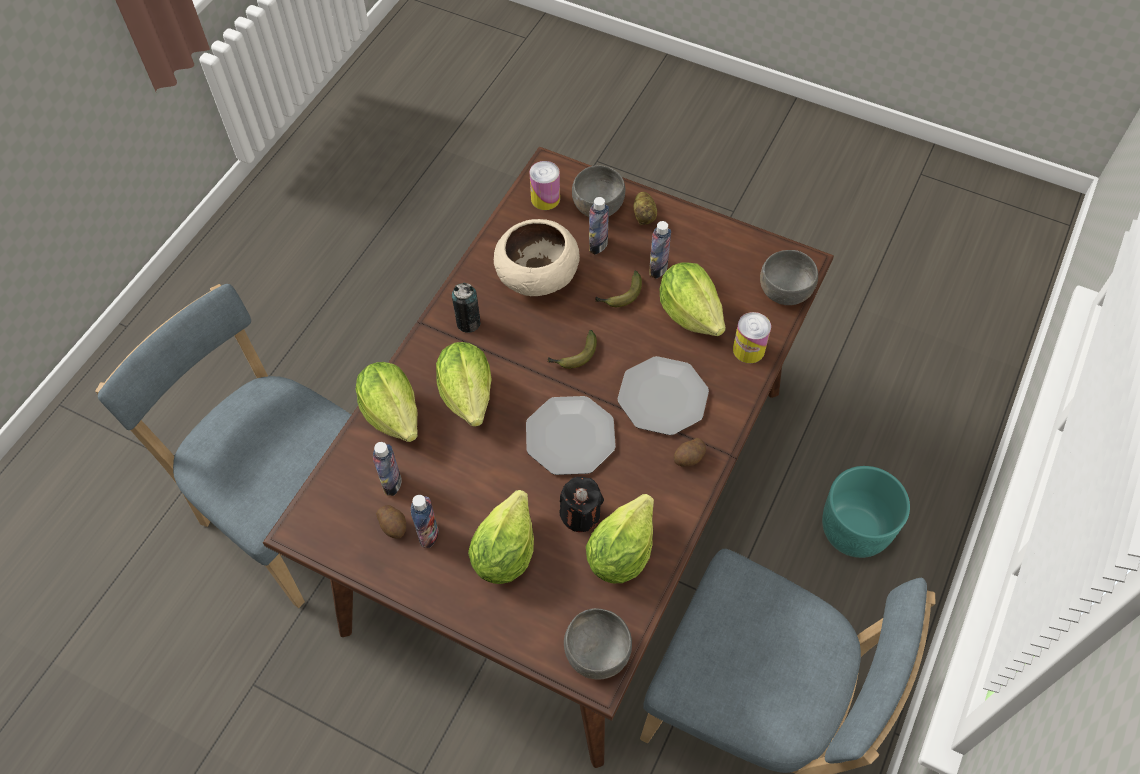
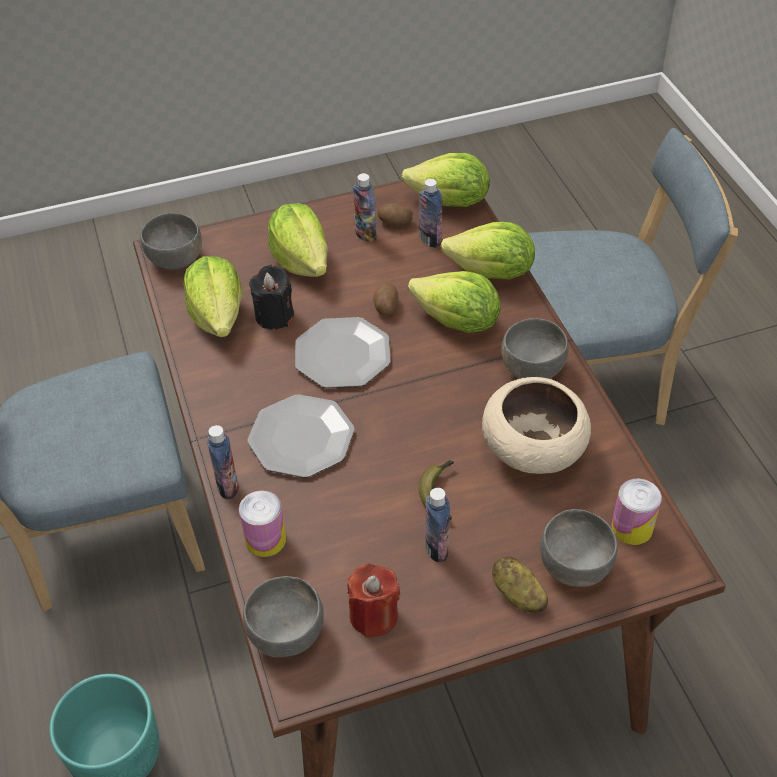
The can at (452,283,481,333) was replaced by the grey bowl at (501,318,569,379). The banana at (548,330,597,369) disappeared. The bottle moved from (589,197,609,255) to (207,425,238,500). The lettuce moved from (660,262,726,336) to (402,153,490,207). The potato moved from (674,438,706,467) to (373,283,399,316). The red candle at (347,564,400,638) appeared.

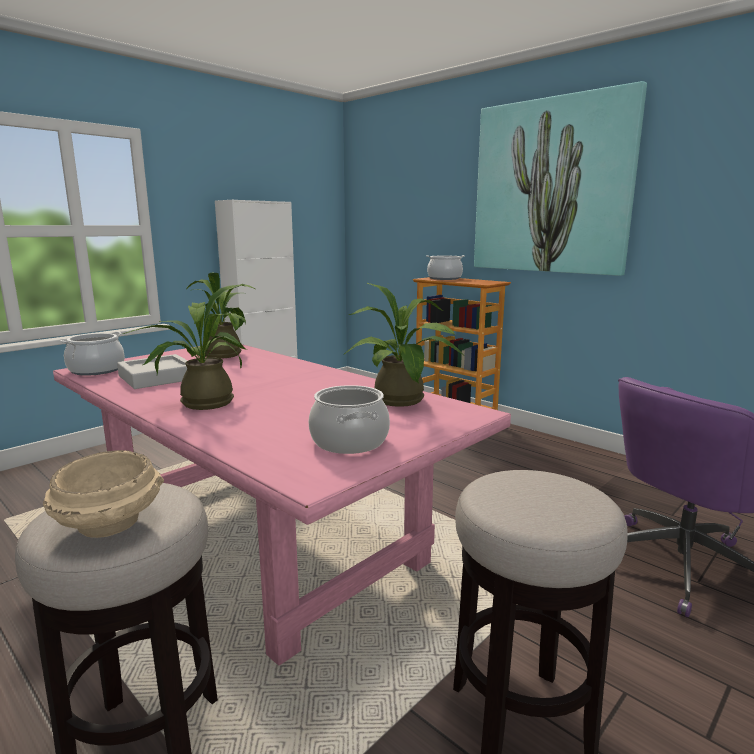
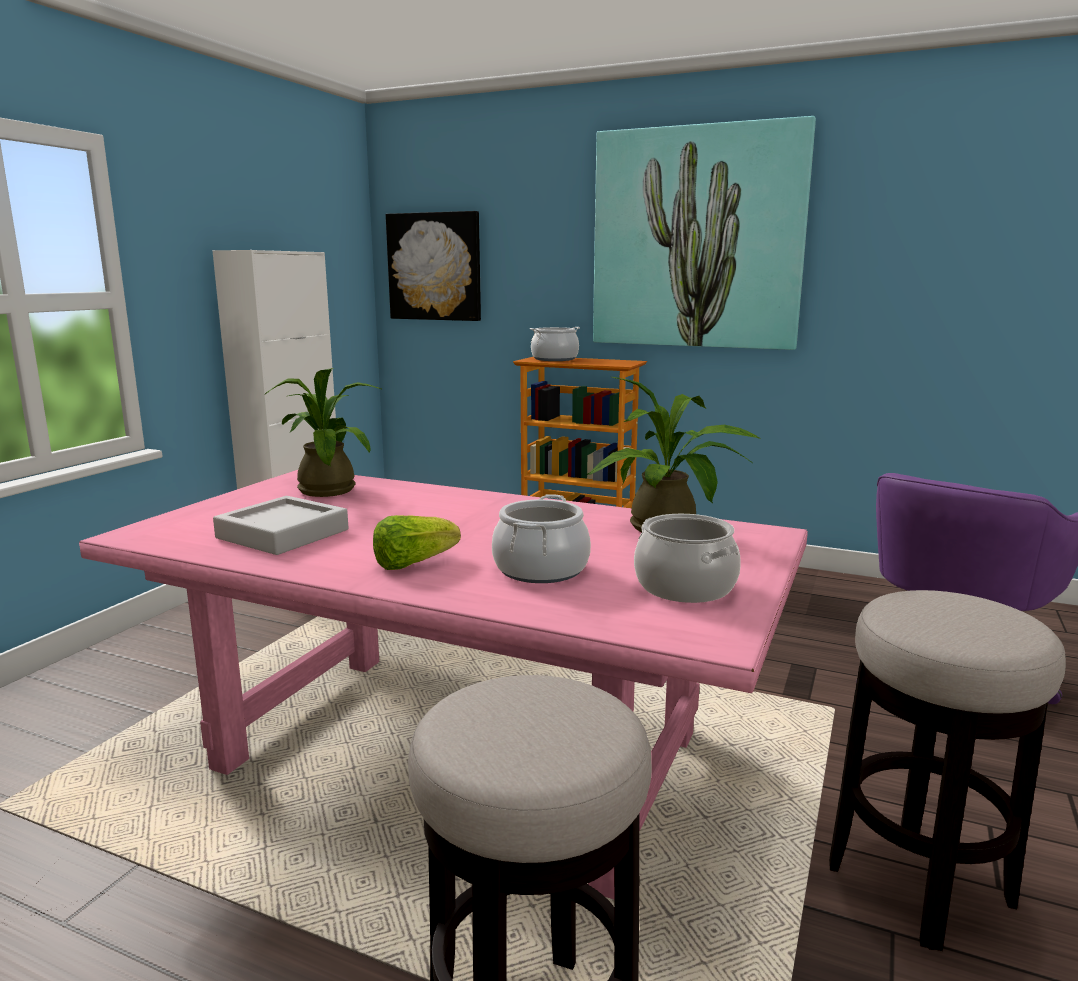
The beige bowl at (43,450,164,538) disappeared. The cooking pot moved from (60,332,125,376) to (492,494,591,583). The potted plant at (123,284,247,410) was replaced by the lettuce at (373,515,461,570). The picture at (386,211,481,321) appeared.

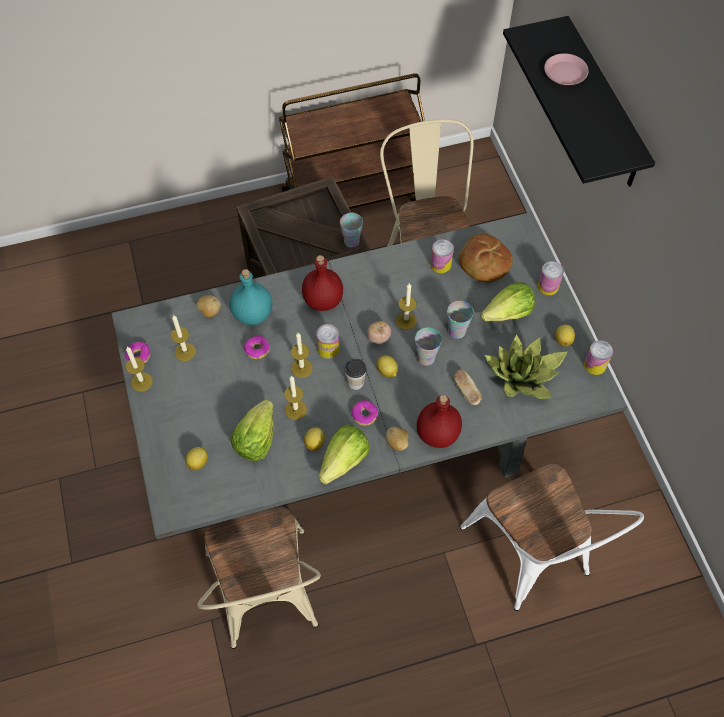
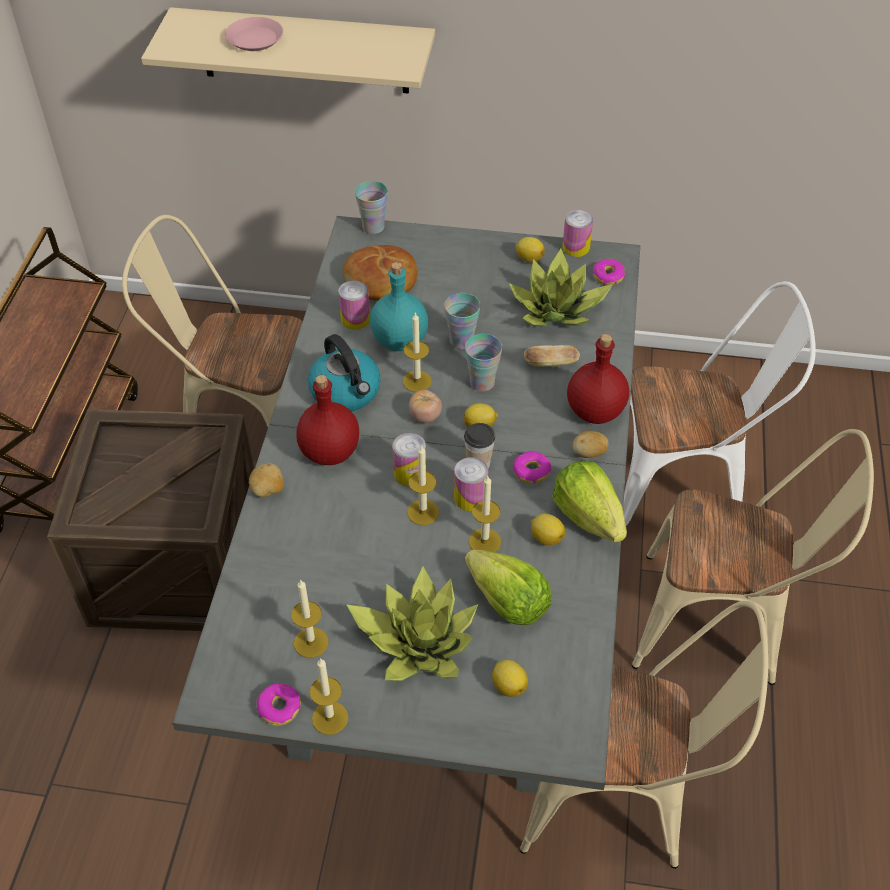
The potato moved from (196,295,221,317) to (249,463,284,497). The turquoise bottle moved from (230,269,272,325) to (370,262,429,351). The donut moved from (244,336,270,359) to (593,259,625,285). The cup moved from (340,213,363,247) to (355,181,388,234). The lettuce at (480,282,535,321) disappeared. The black shelf at (503,16,655,187) became the beige shelf at (141,7,435,94). The can moved from (537,261,564,295) to (454,457,488,511). The kettle at (308,334,381,411) appeared. The potted plant at (347,566,478,681) appeared. The beige chair at (632,429,874,685) appeared.

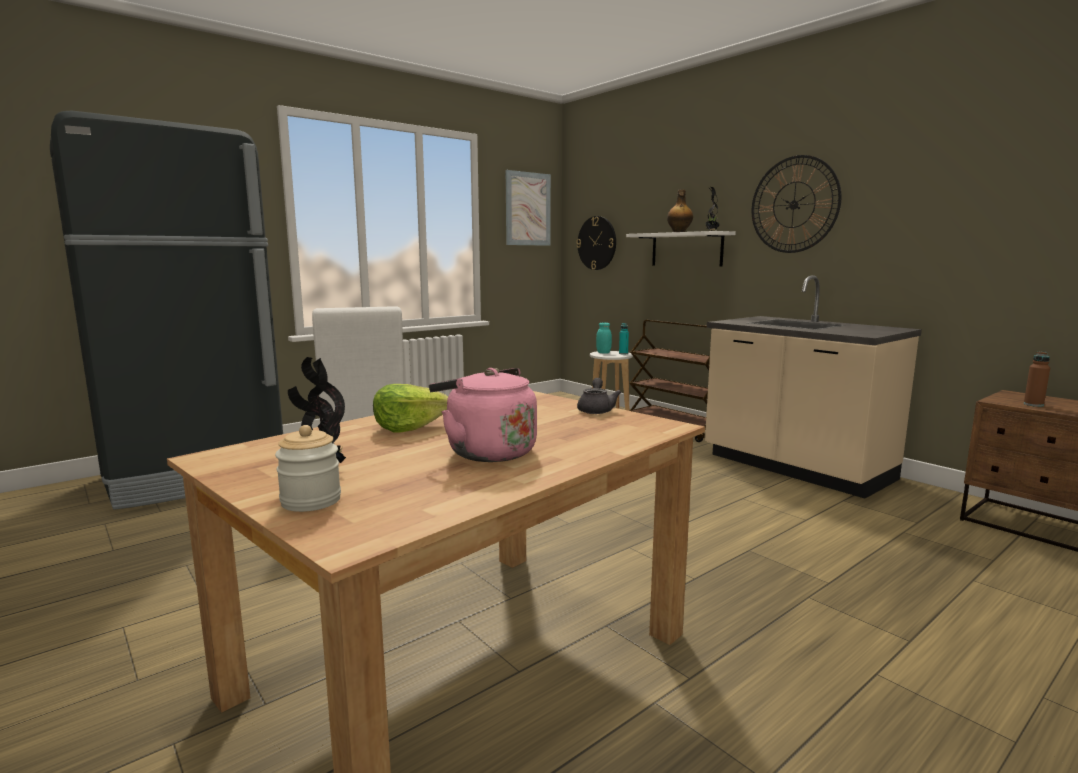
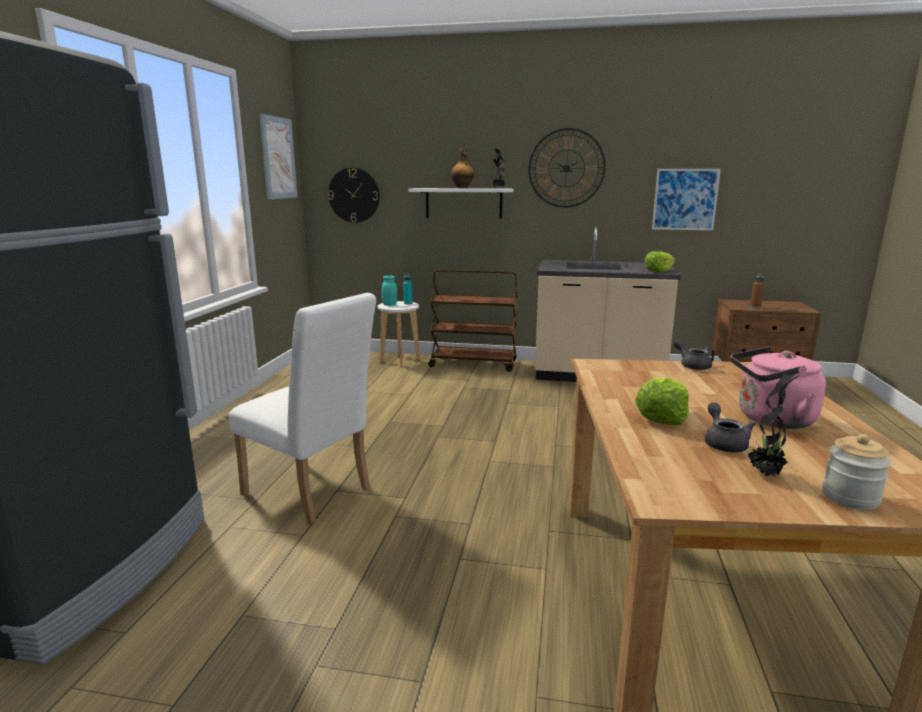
The lettuce at (644,251,675,272) appeared. The picture at (652,169,721,230) appeared. The grey teapot at (705,402,756,452) appeared.

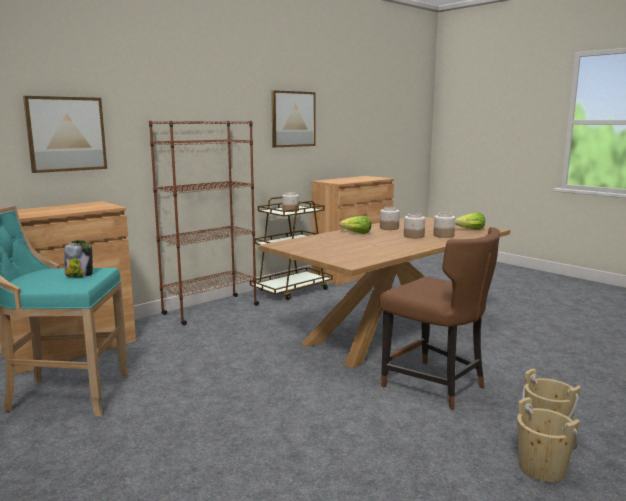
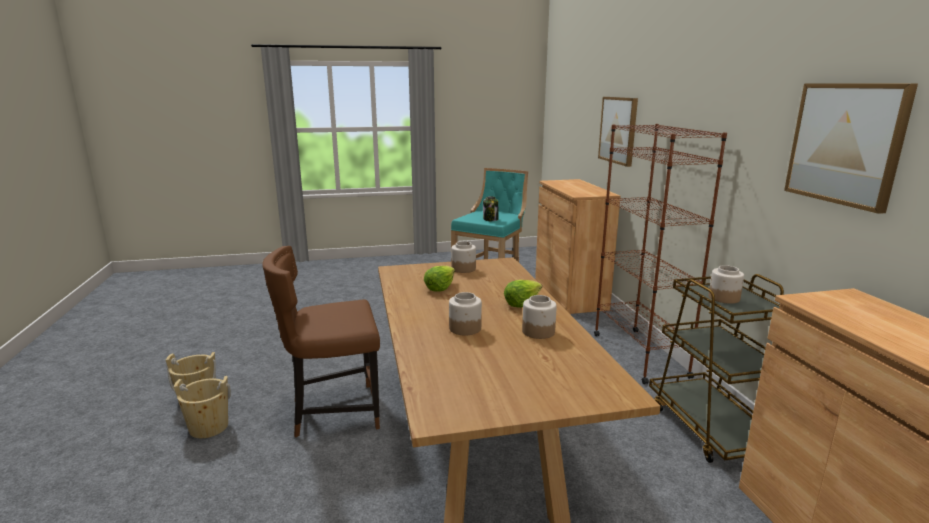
The jar moved from (433,213,455,238) to (451,241,476,273). The lettuce moved from (455,213,485,230) to (424,266,455,292).

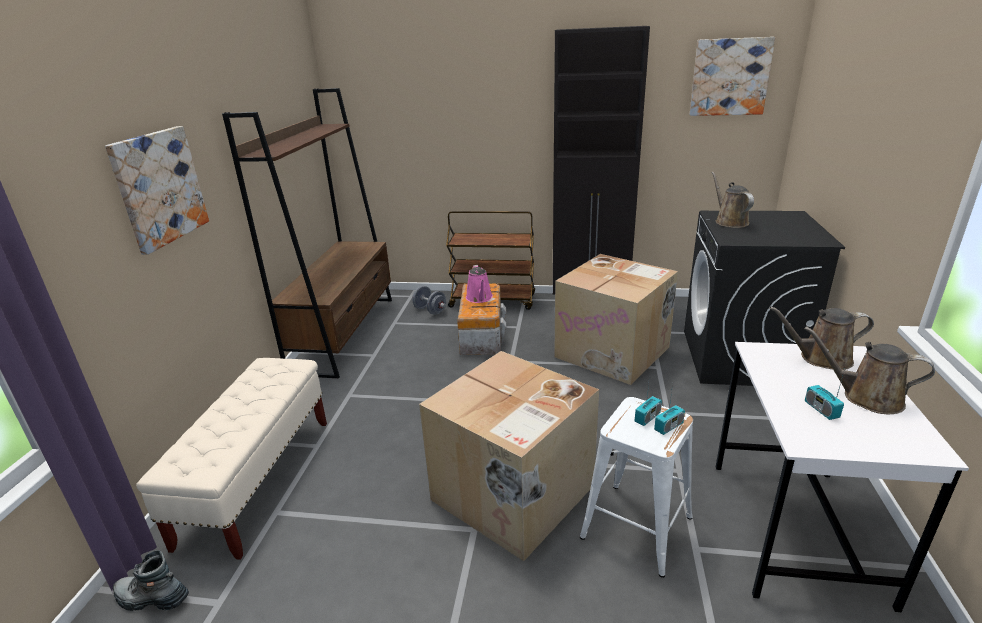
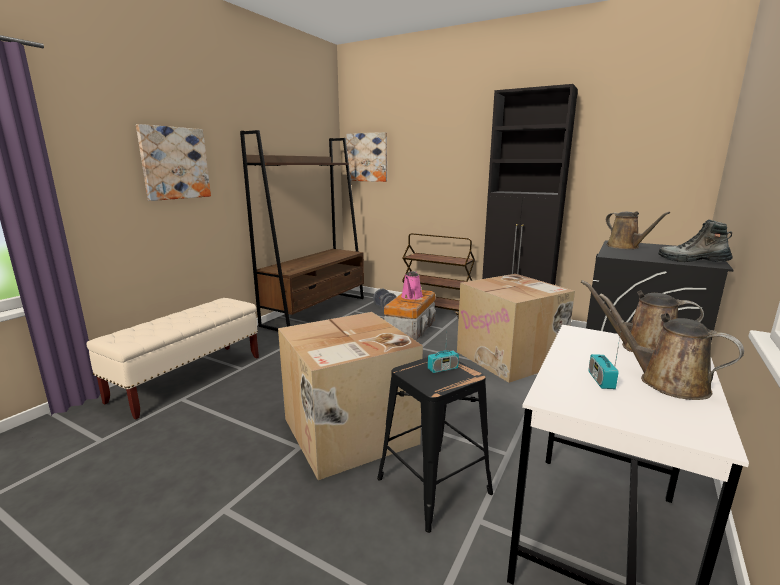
The boot moved from (113,550,189,611) to (658,220,733,262). The white stool at (580,397,693,578) became the black stool at (377,357,493,533). The radio at (654,383,685,435) disappeared. The picture moved from (690,37,776,116) to (346,132,387,182). The brown watering can at (711,172,754,228) turned 150 degrees clockwise.

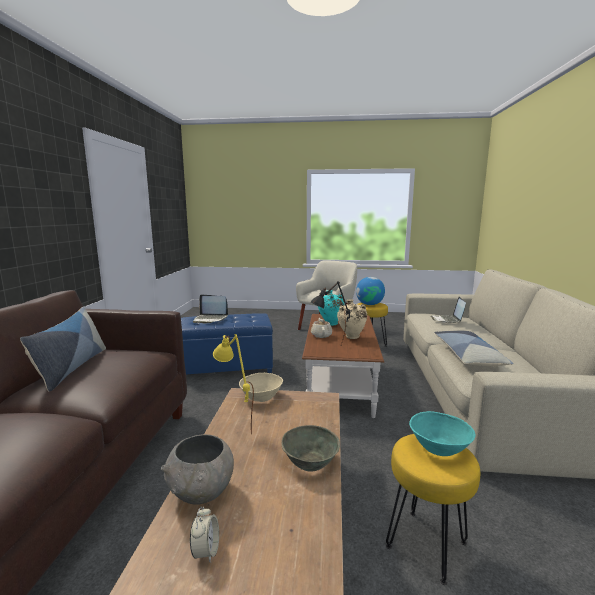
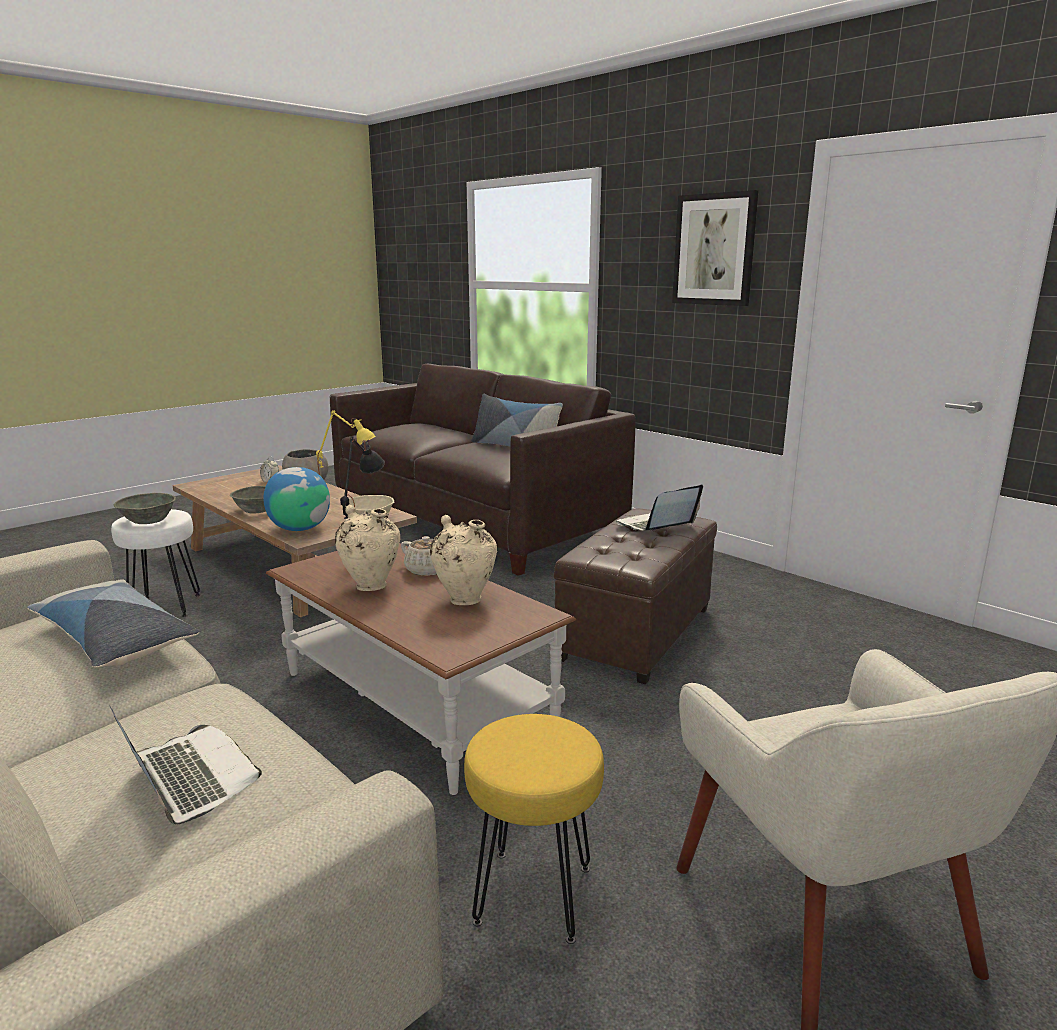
The blue ottoman at (181,313,273,374) became the brown ottoman at (554,508,717,685). The turquoise vase at (318,290,344,326) became the beige vase at (430,515,498,605). The globe moved from (356,277,385,305) to (263,467,330,531). The yellow stool at (386,434,480,585) became the white stool at (111,509,200,617). The turquoise bowl at (409,411,475,456) became the grey bowl at (114,493,176,524). The picture at (672,190,758,306) appeared.

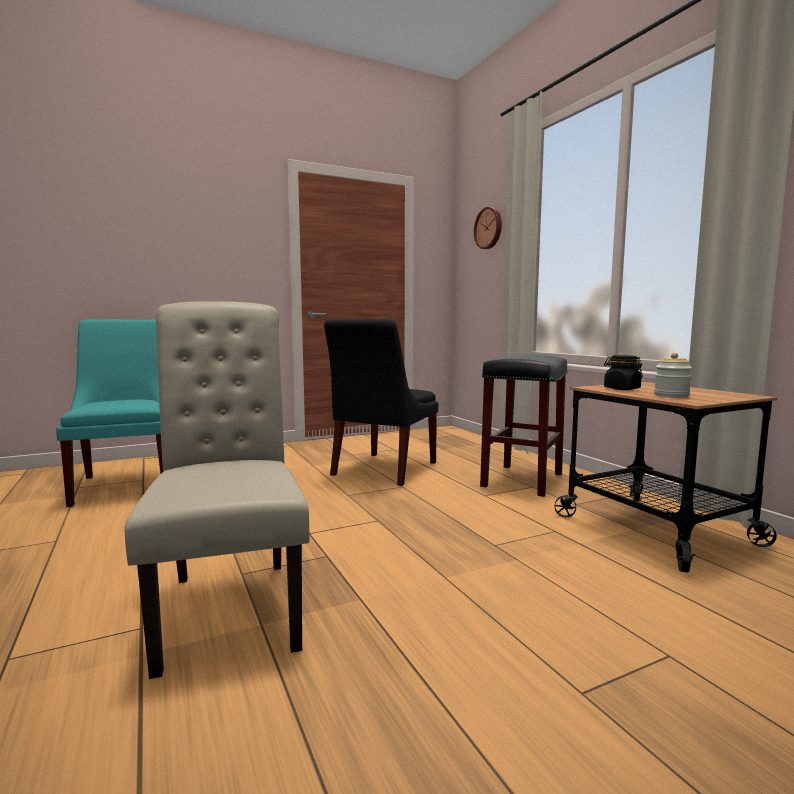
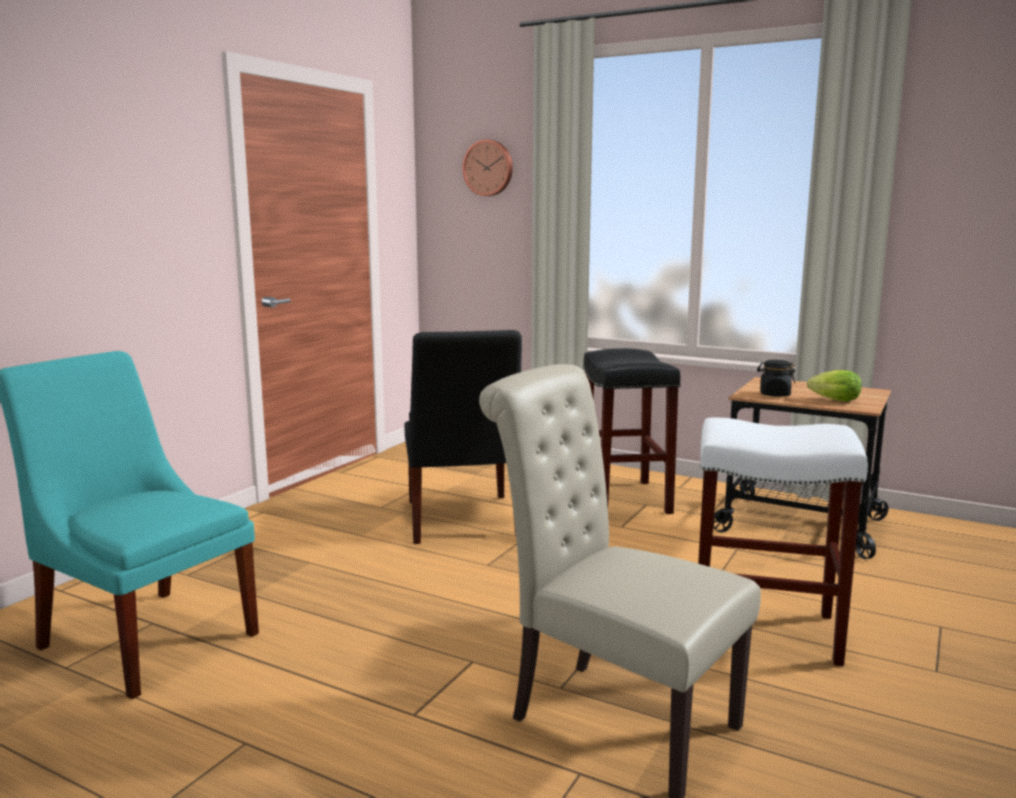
The jar at (654,353,692,398) was replaced by the lettuce at (807,370,862,402). The white stool at (698,417,868,666) appeared.

